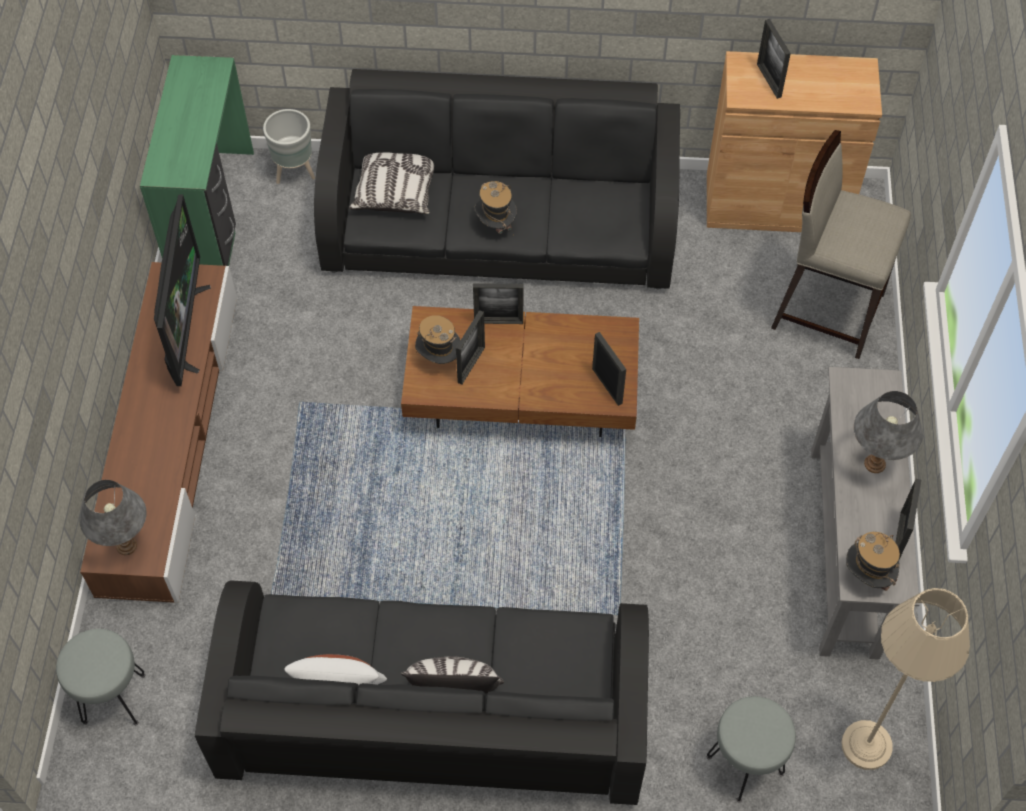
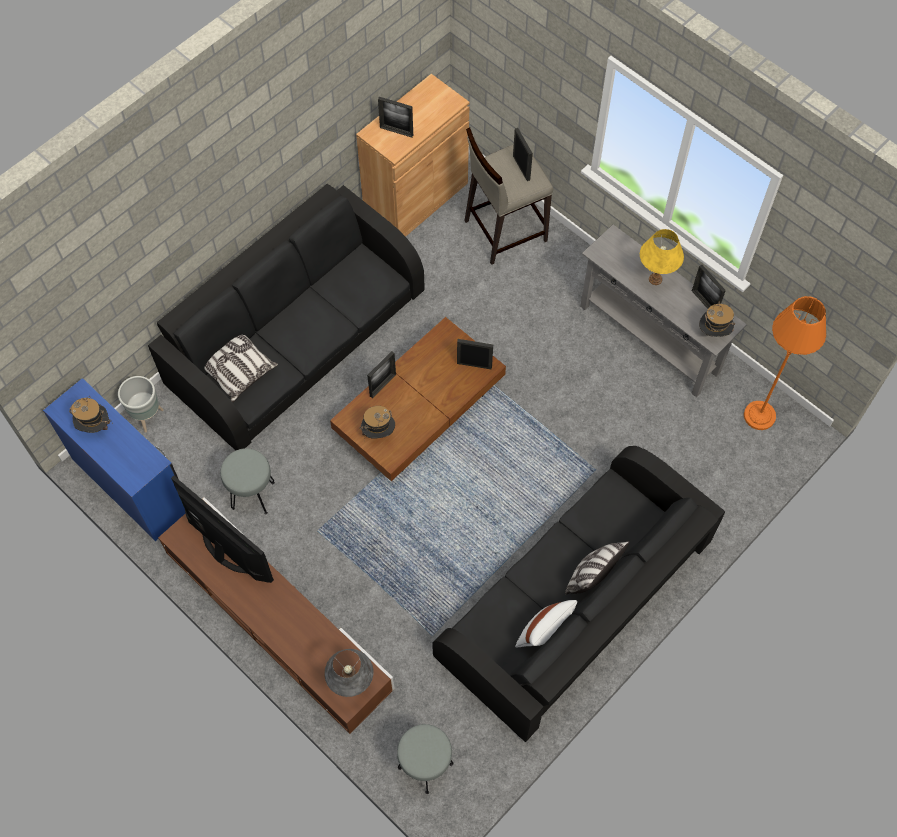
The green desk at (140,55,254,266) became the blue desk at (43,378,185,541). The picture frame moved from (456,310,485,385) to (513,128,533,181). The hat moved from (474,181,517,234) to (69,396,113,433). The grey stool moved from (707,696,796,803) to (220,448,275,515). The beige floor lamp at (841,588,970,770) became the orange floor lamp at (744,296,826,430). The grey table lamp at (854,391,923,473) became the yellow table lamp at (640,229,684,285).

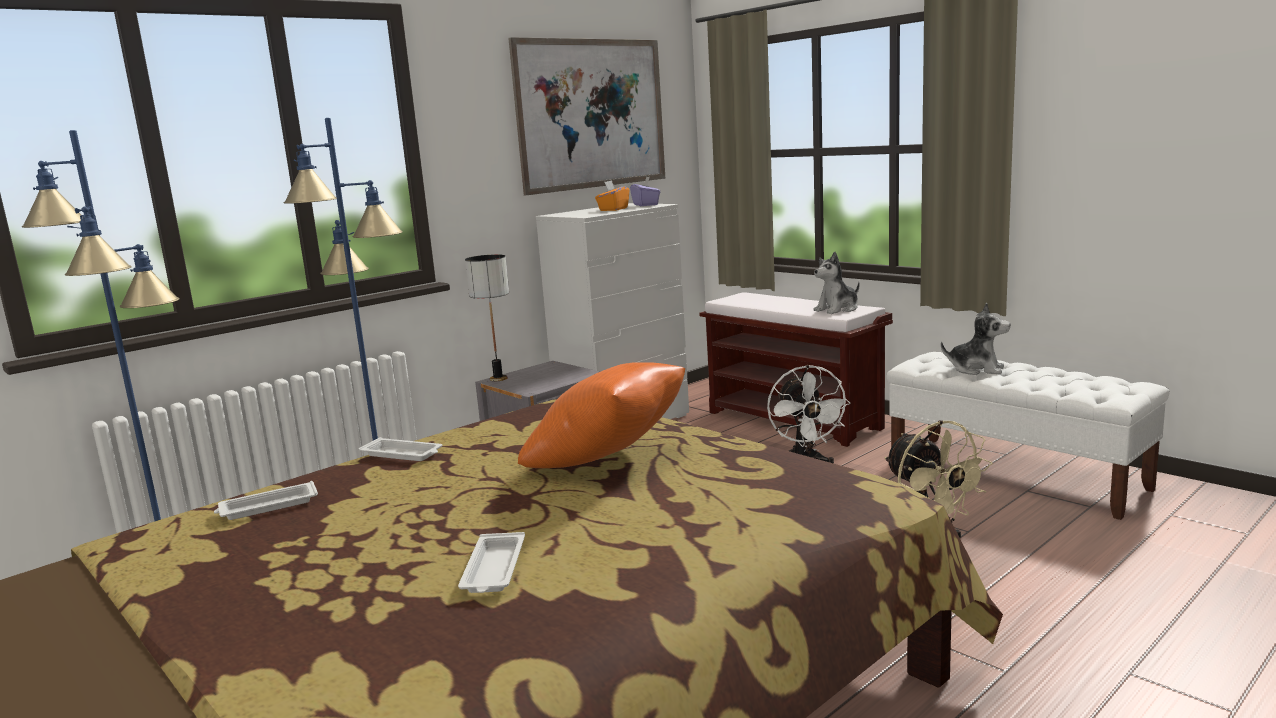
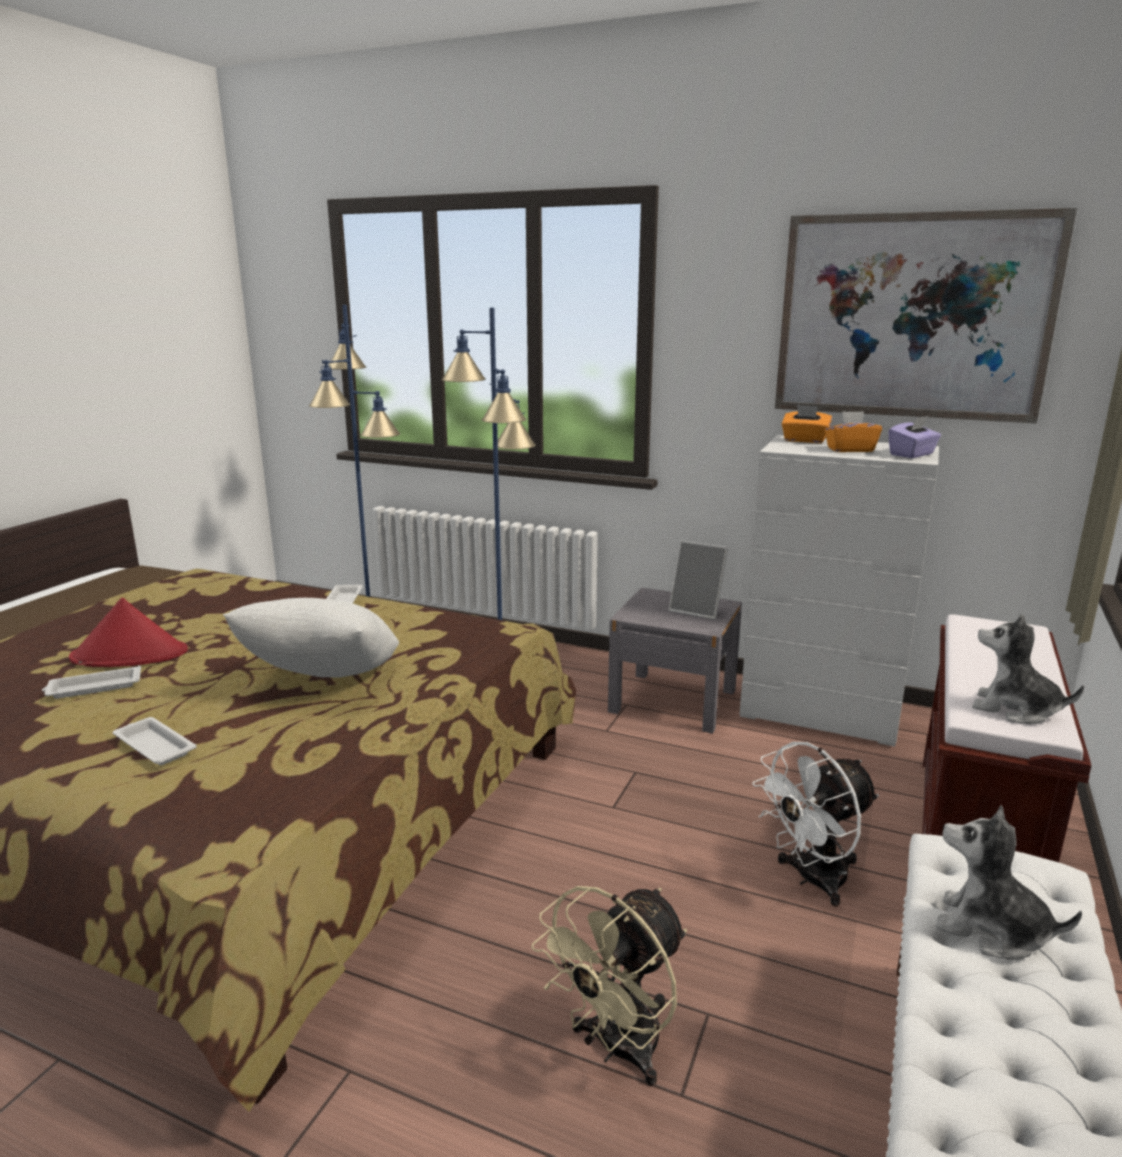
The white tray moved from (214,481,318,520) to (113,717,197,765). The table lamp at (465,254,509,381) disappeared. The orange pillow at (518,362,685,468) became the white pillow at (223,598,399,677). The plush toy at (941,303,1010,375) turned 120 degrees clockwise. The red hat at (69,598,188,667) appeared. The picture frame at (669,540,728,620) appeared. The orange tissue box at (782,405,832,443) appeared.

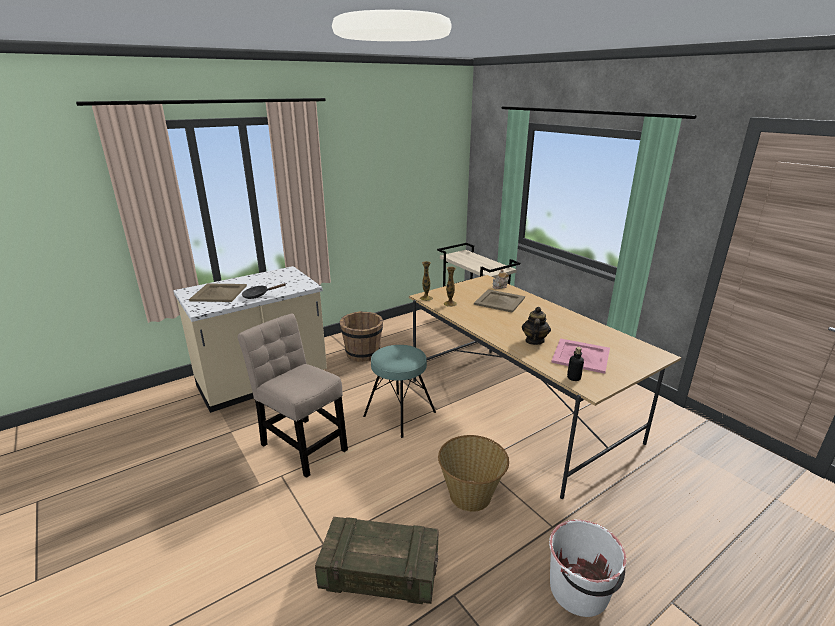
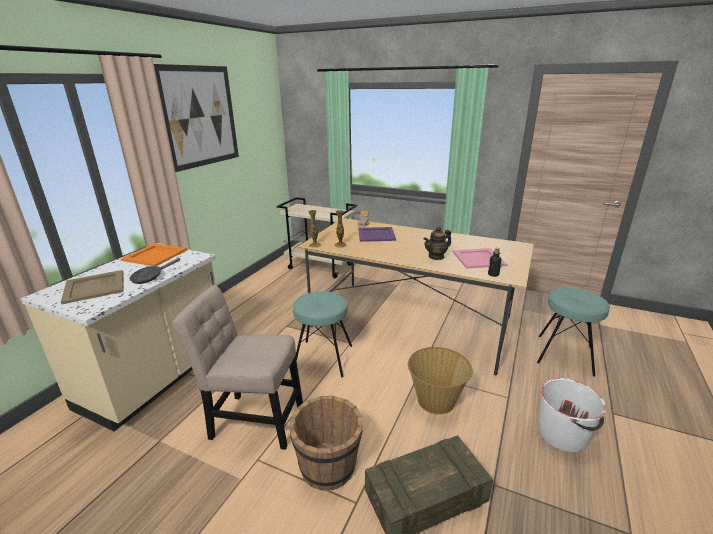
The brown bucket moved from (340,311,383,362) to (289,396,363,491). The beige tray at (474,289,525,313) became the purple tray at (358,227,396,242). The teapot at (522,307,551,345) turned 105 degrees counterclockwise. The orange tray at (121,243,187,266) appeared. The picture at (154,64,239,172) appeared. The turquoise stool at (537,288,610,377) appeared.

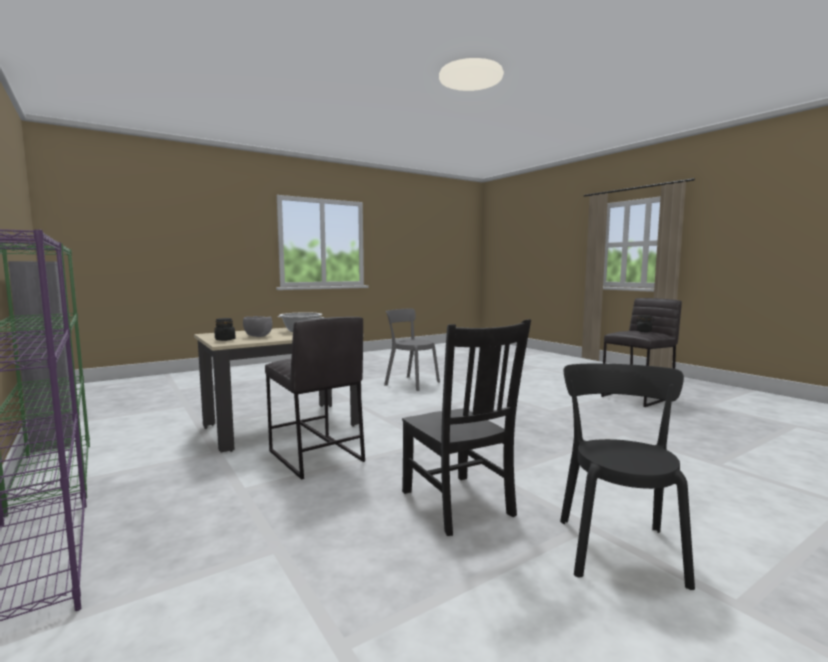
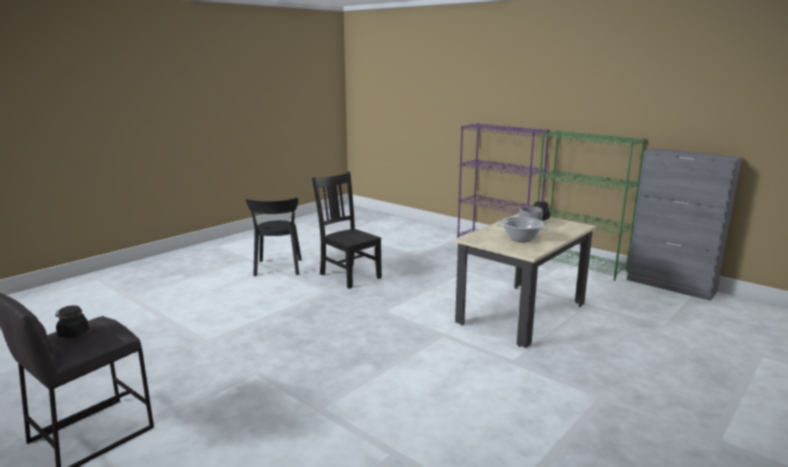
The grey stool at (265,317,365,480) disappeared. The grey chair at (384,308,440,391) disappeared.

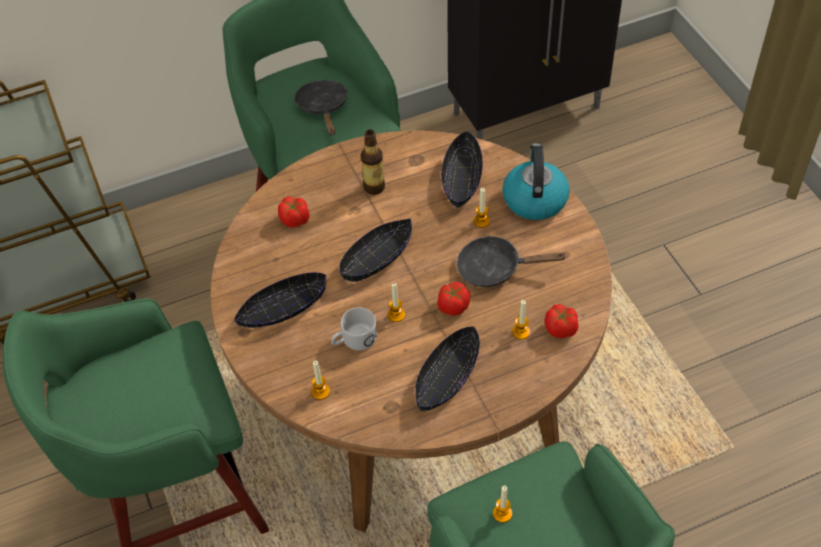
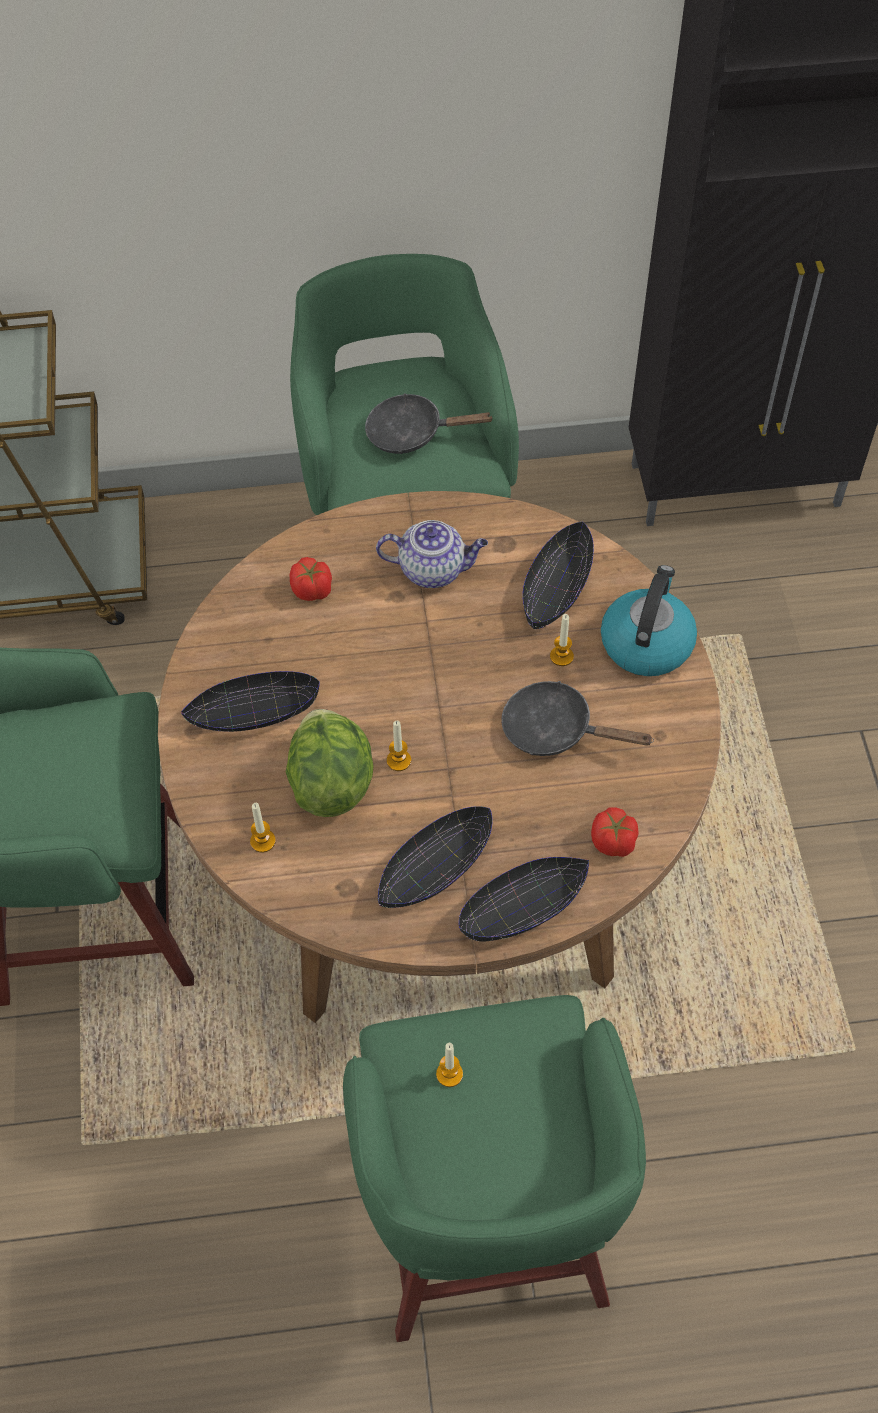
The black frying pan at (294,80,348,135) turned 90 degrees counterclockwise. The white mug at (331,307,377,350) was replaced by the lettuce at (286,709,374,817). The black bowl moved from (339,218,412,282) to (459,857,589,941). The bottle at (361,129,385,195) was replaced by the teapot at (376,520,488,588). The tomato at (438,282,470,316) disappeared. The candle at (512,300,530,340) disappeared.

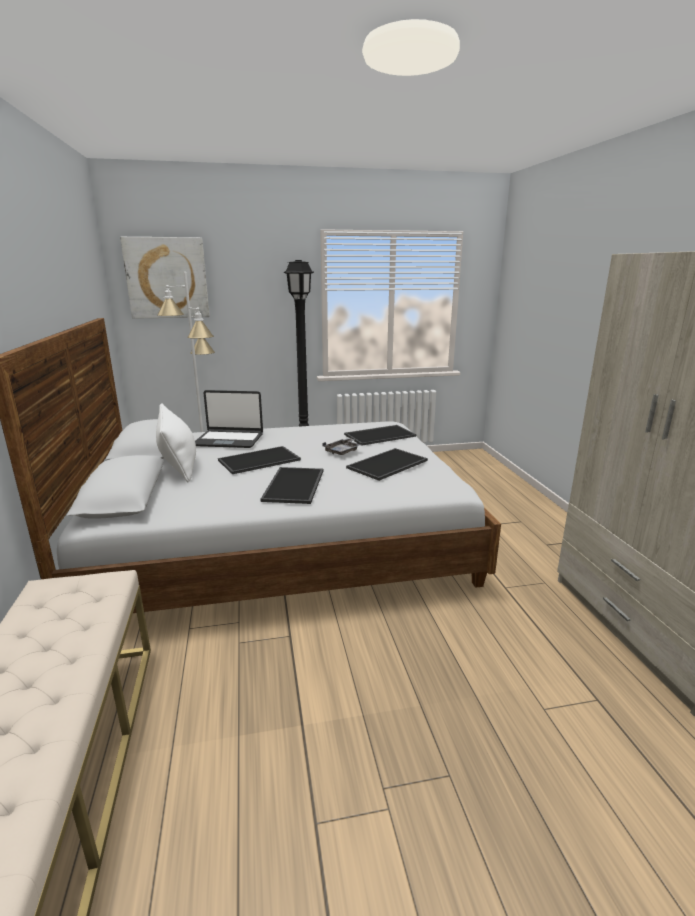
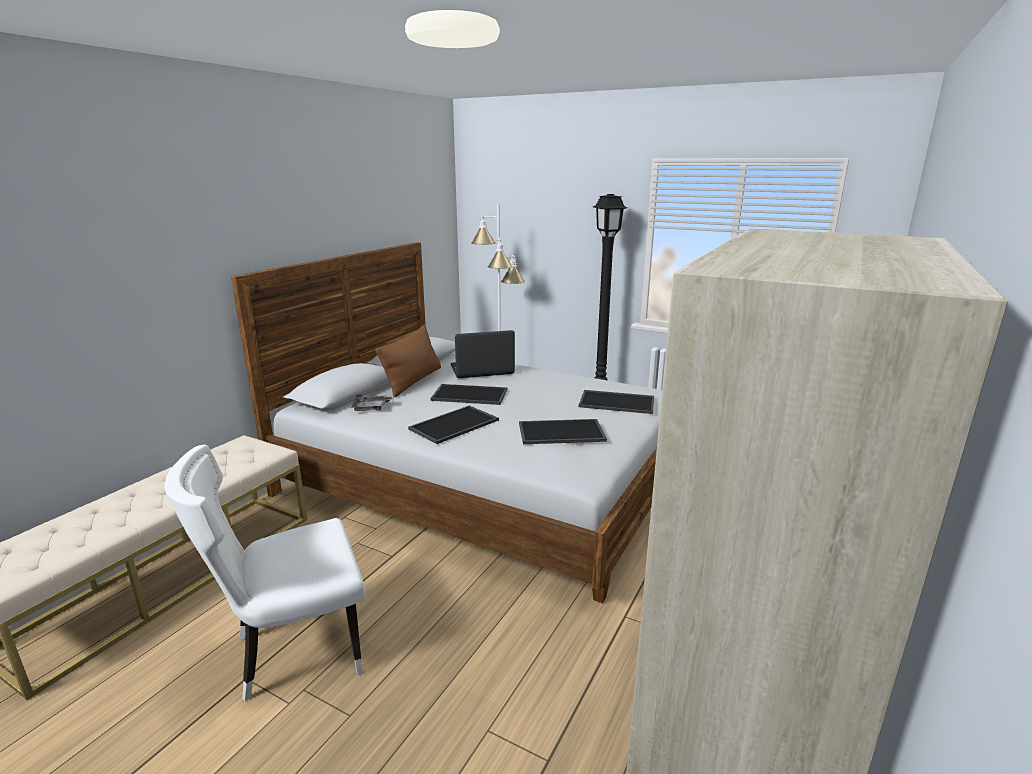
The picture at (120,237,210,319) disappeared. The white pillow at (156,403,196,483) became the brown pillow at (376,325,441,398). The laptop at (195,390,263,448) turned 120 degrees clockwise. The grey tray moved from (322,438,361,455) to (351,394,395,411). The white chair at (165,445,365,701) appeared.

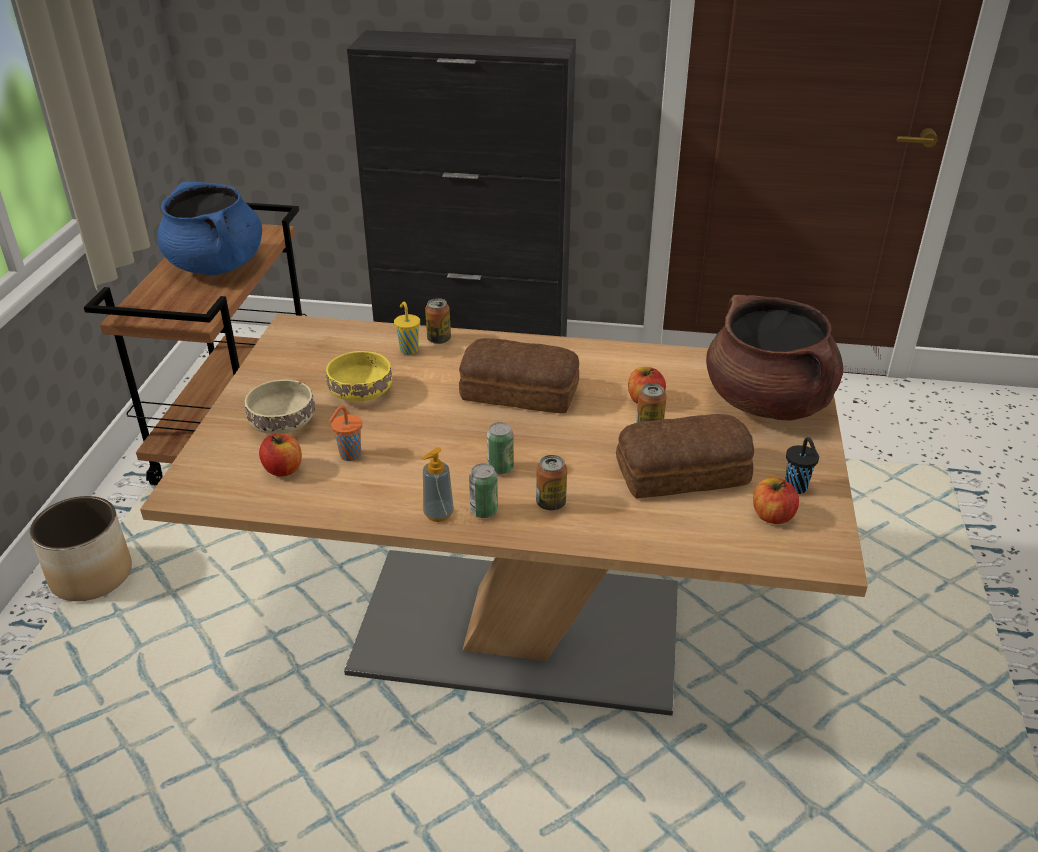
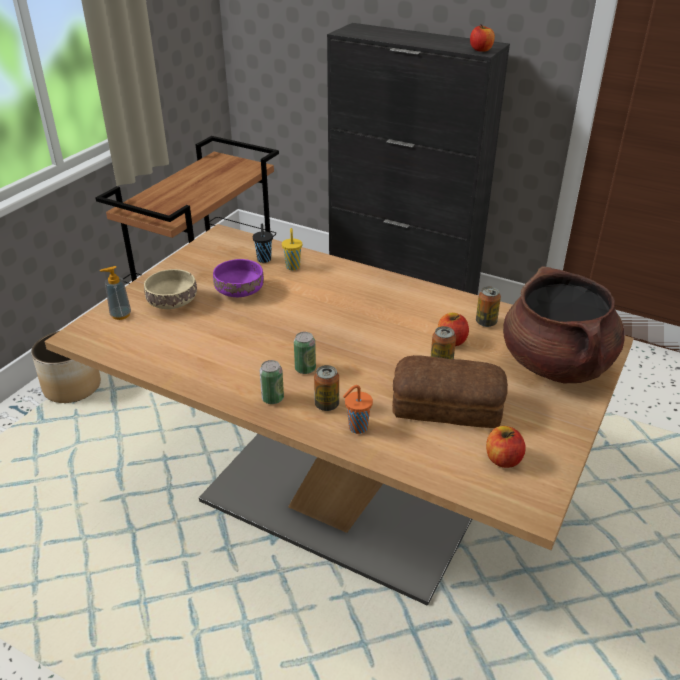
The blue cooking pot at (157,182,262,276) disappeared. The apple moved from (259,433,302,476) to (470,24,495,52). The yellow bowl at (326,351,392,402) became the purple bowl at (213,259,264,297). The orange cup moved from (329,405,362,461) to (343,385,373,434). The soap dispenser moved from (422,447,454,522) to (100,266,131,320). The can moved from (425,298,451,344) to (476,287,501,327). The bread at (459,338,579,413) disappeared. The black cup moved from (785,437,819,494) to (253,223,273,263).

